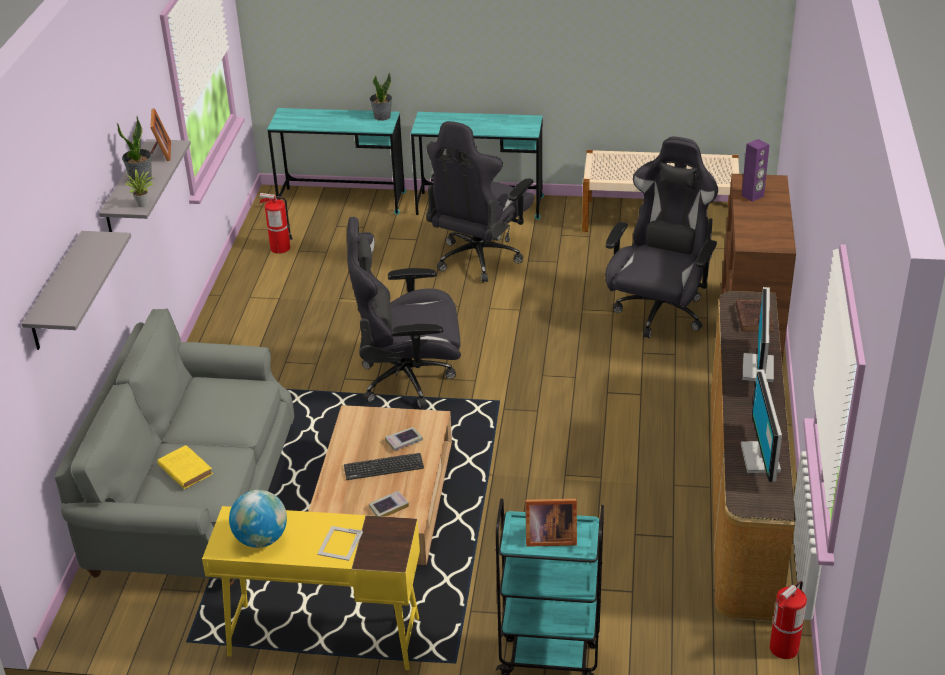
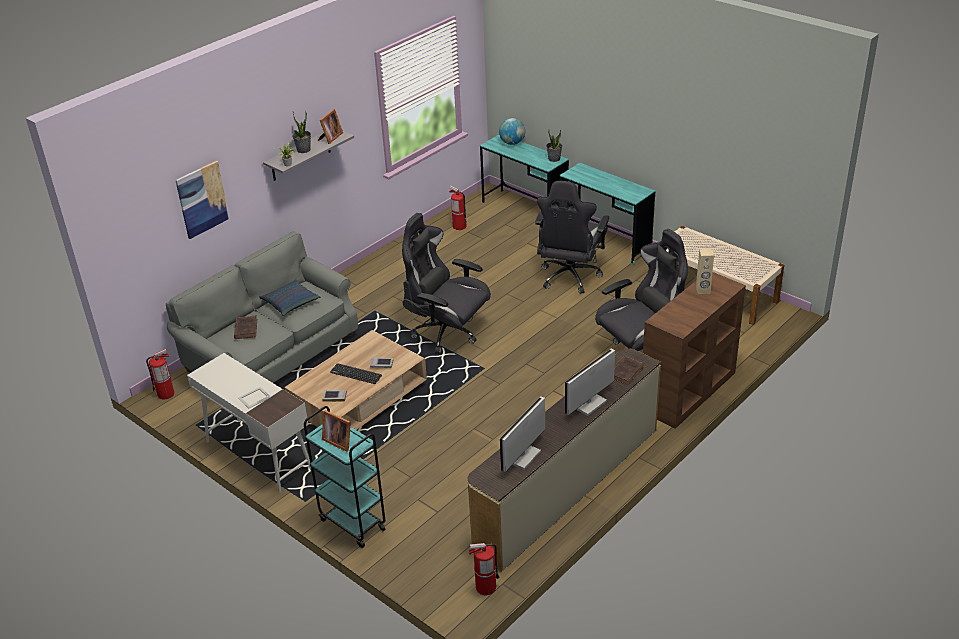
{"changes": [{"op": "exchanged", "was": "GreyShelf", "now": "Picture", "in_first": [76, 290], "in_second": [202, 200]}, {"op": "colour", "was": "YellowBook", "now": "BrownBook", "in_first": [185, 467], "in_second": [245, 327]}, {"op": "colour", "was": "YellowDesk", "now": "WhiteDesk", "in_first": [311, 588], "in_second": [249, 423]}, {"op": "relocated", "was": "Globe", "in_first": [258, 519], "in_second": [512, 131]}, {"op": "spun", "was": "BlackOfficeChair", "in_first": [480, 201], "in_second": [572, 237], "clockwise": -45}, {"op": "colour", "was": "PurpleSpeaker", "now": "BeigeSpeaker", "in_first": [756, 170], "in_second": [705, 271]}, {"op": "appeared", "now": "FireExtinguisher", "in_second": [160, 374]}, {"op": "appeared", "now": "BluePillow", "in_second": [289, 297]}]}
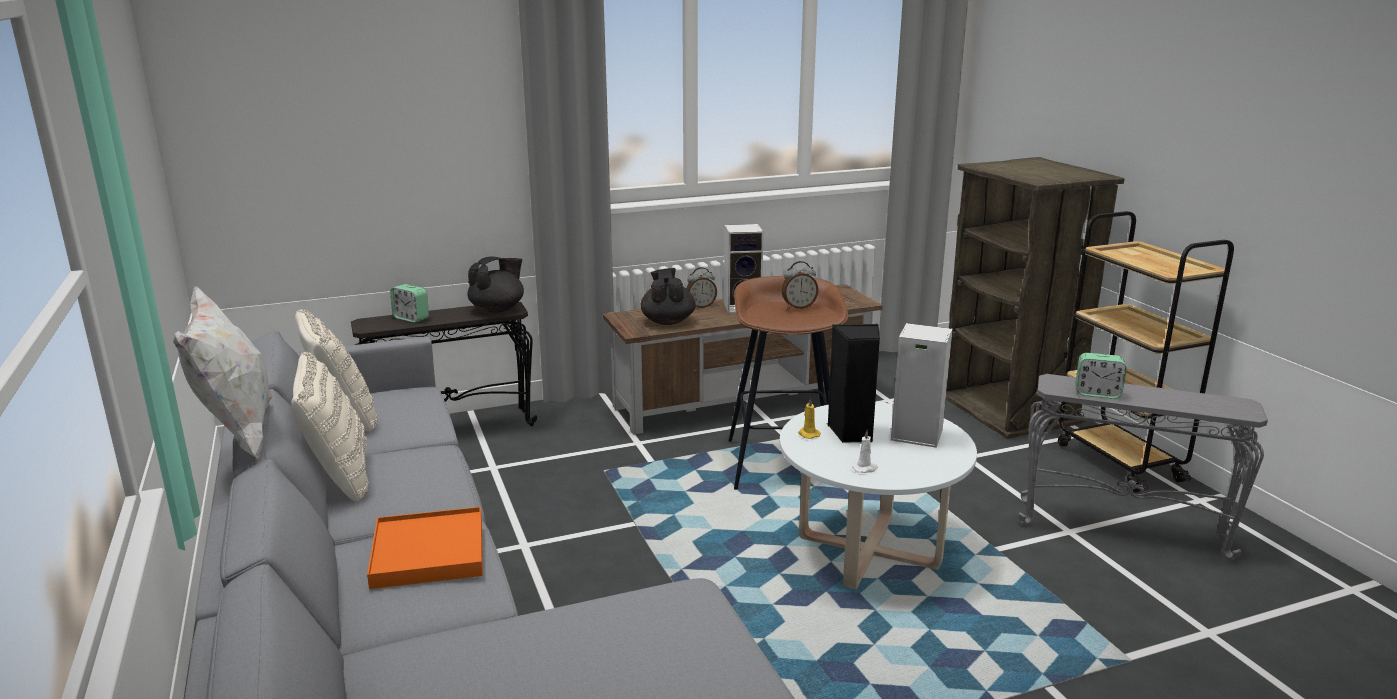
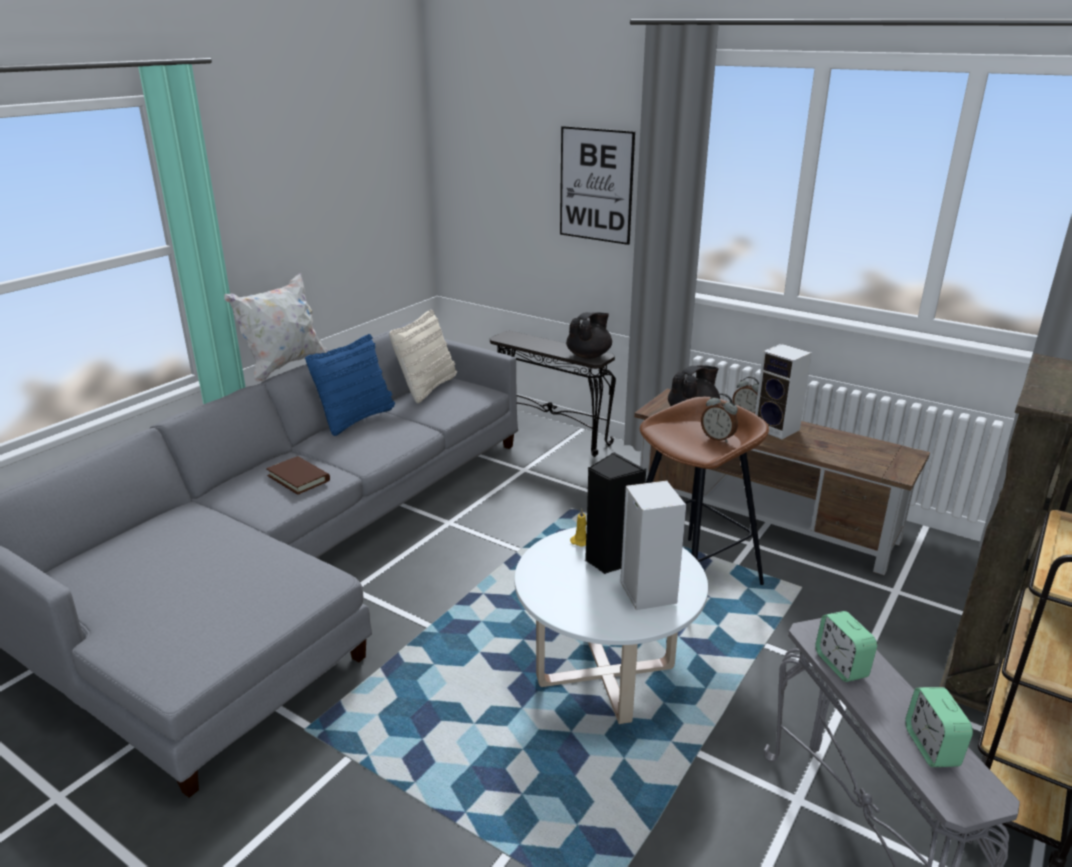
{"changes": [{"op": "colour", "was": "BeigePillow", "now": "BluePillow", "in_first": [330, 427], "in_second": [350, 385]}, {"op": "exchanged", "was": "OrangeTray", "now": "BrownBook", "in_first": [425, 548], "in_second": [298, 475]}, {"op": "relocated", "was": "AlarmClock", "in_first": [409, 303], "in_second": [939, 727]}, {"op": "spun", "was": "BlackTeapot", "in_first": [496, 285], "in_second": [589, 335], "clockwise": -60}, {"op": "missing", "was": "WhiteCandle", "in_first": [865, 451]}, {"op": "appeared", "now": "Picture", "in_second": [597, 185]}]}
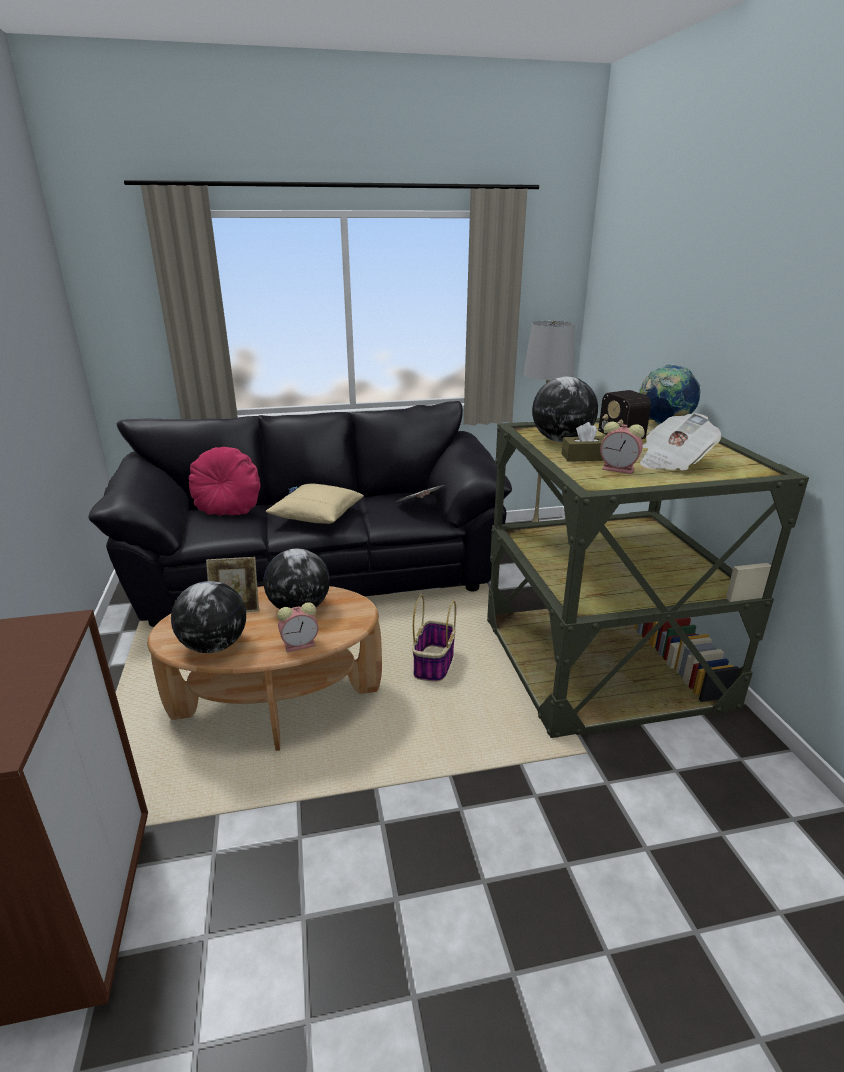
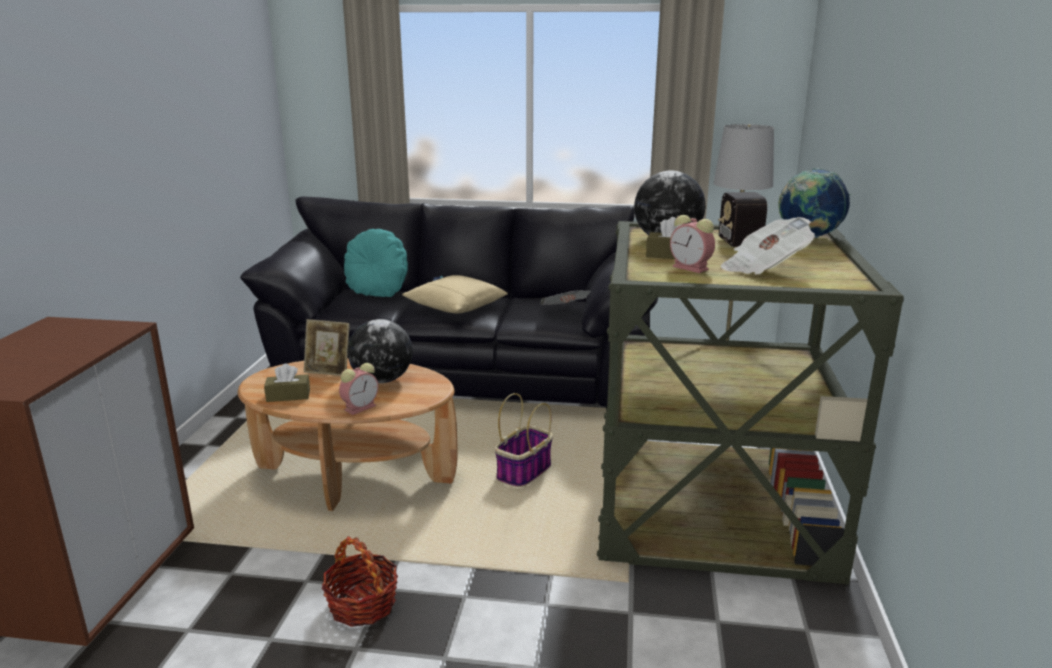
{"changes": [{"op": "exchanged", "was": "Globe", "now": "BrownTissueBox", "in_first": [208, 617], "in_second": [287, 383]}, {"op": "colour", "was": "PinkPillow", "now": "TurquoisePillow", "in_first": [224, 481], "in_second": [376, 263]}, {"op": "spun", "was": "AlarmClock", "in_first": [298, 627], "in_second": [358, 389], "clockwise": -45}, {"op": "appeared", "now": "Basket", "in_second": [360, 581]}]}
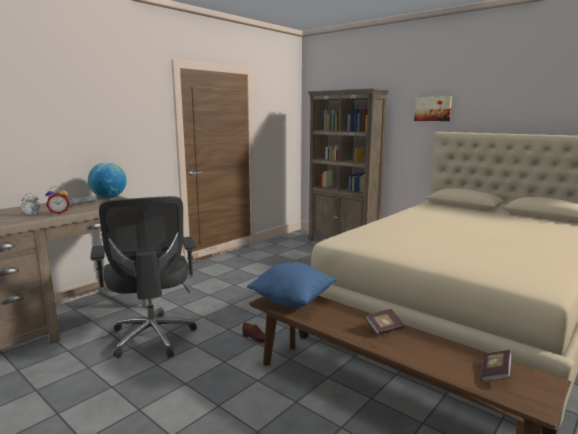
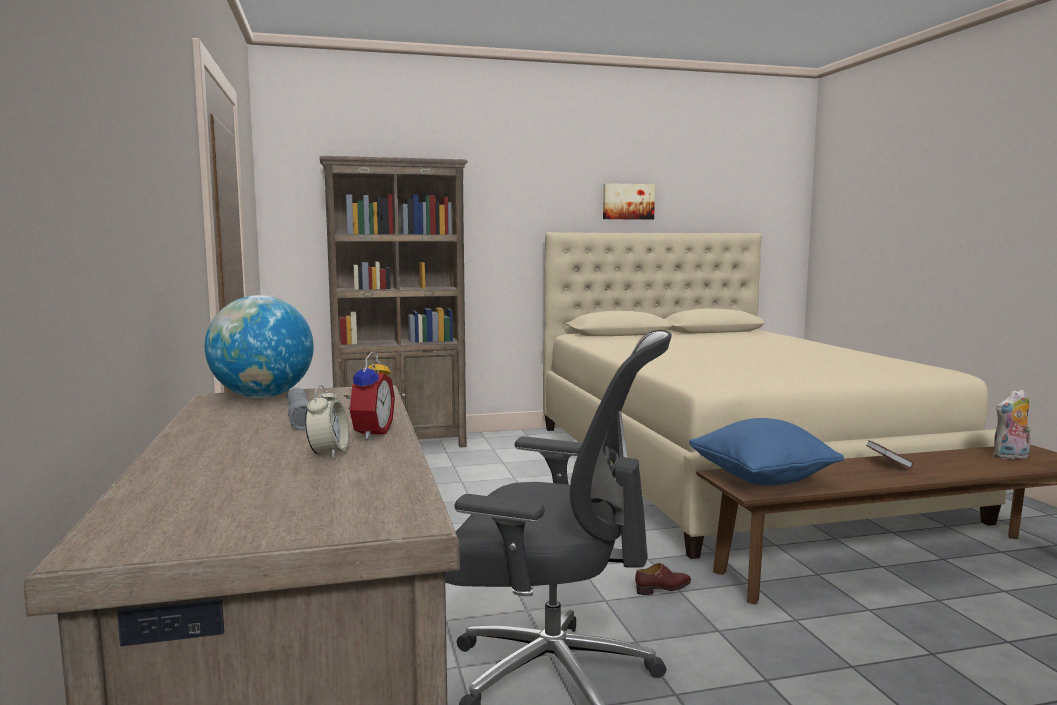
{"changes": [{"op": "relocated", "was": "Picture", "in_first": [433, 108], "in_second": [629, 201]}, {"op": "exchanged", "was": "Book", "now": "PlushToy", "in_first": [496, 366], "in_second": [1012, 424]}]}
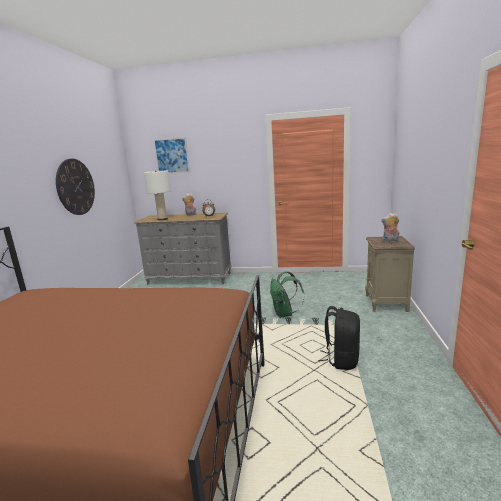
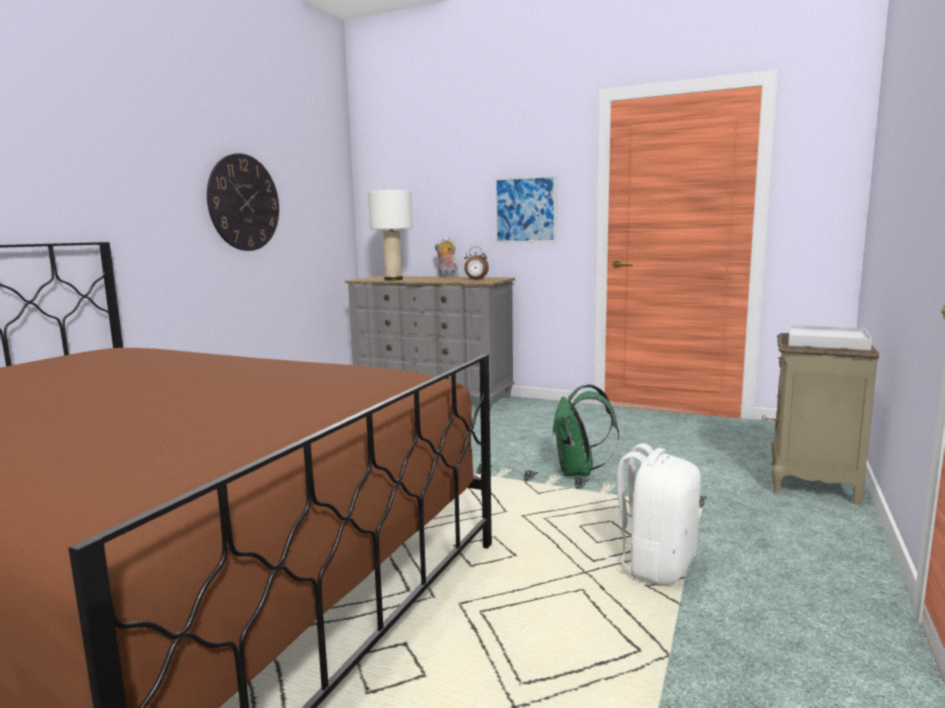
{"changes": [{"op": "relocated", "was": "Picture", "in_first": [172, 155], "in_second": [526, 209]}, {"op": "colour", "was": "BlackBackpack", "now": "WhiteBackpack", "in_first": [339, 338], "in_second": [651, 514]}, {"op": "exchanged", "was": "PlushToy", "now": "WhiteTray", "in_first": [390, 228], "in_second": [830, 337]}]}
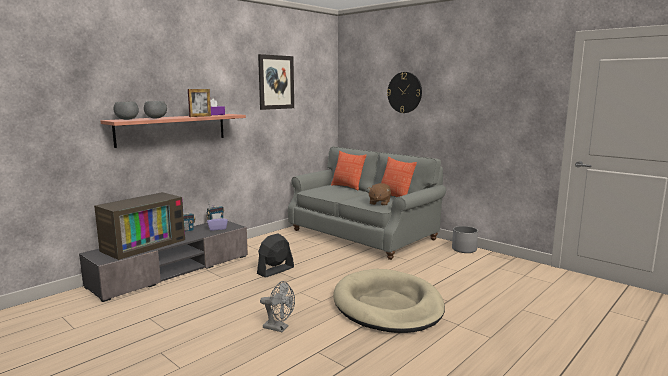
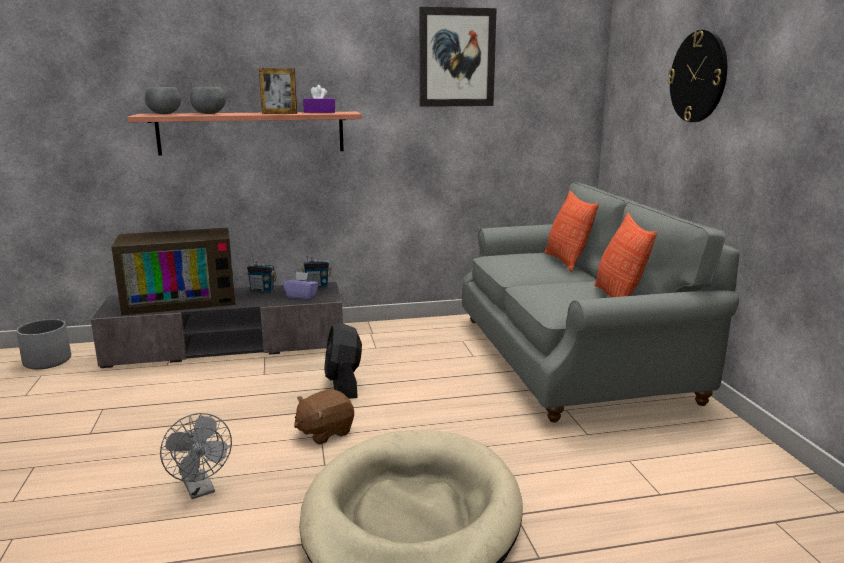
{"changes": [{"op": "spun", "was": "BlackFan", "in_first": [275, 256], "in_second": [343, 360], "clockwise": -90}, {"op": "relocated", "was": "BrownPlushToy", "in_first": [379, 194], "in_second": [324, 416]}, {"op": "relocated", "was": "GreyPlanter", "in_first": [465, 239], "in_second": [43, 344]}]}
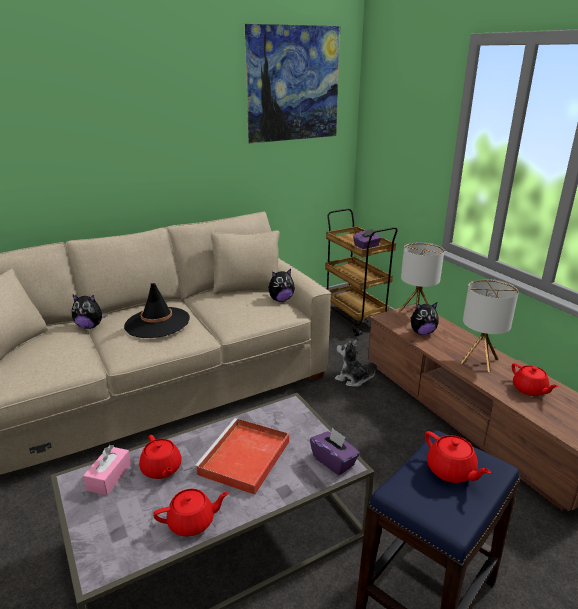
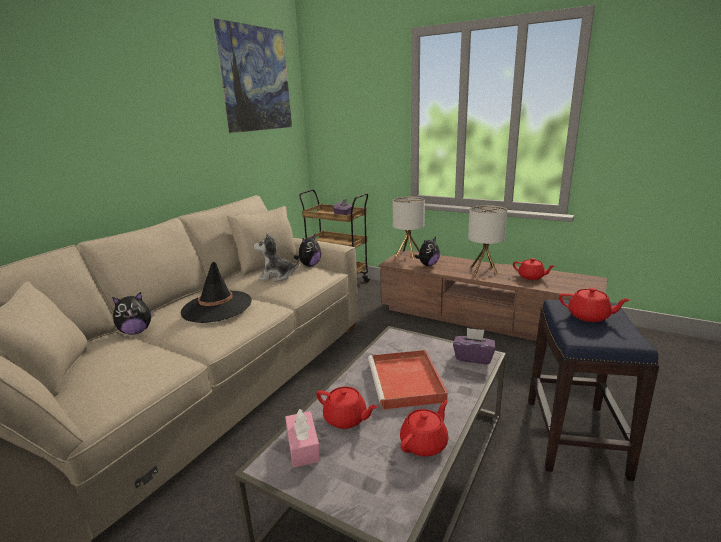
{"changes": [{"op": "relocated", "was": "PlushToy", "in_first": [355, 363], "in_second": [277, 257]}]}
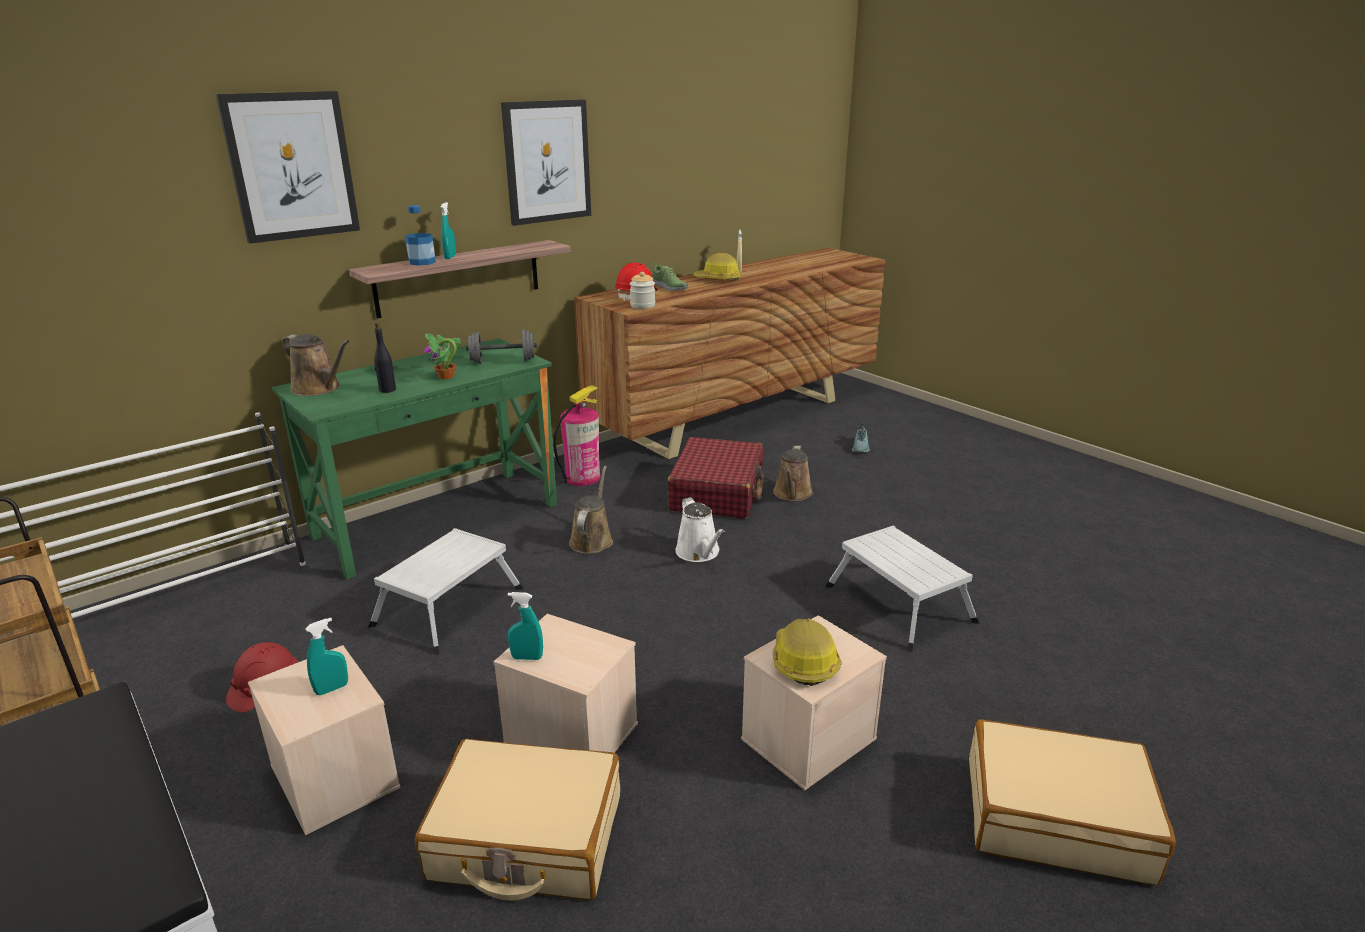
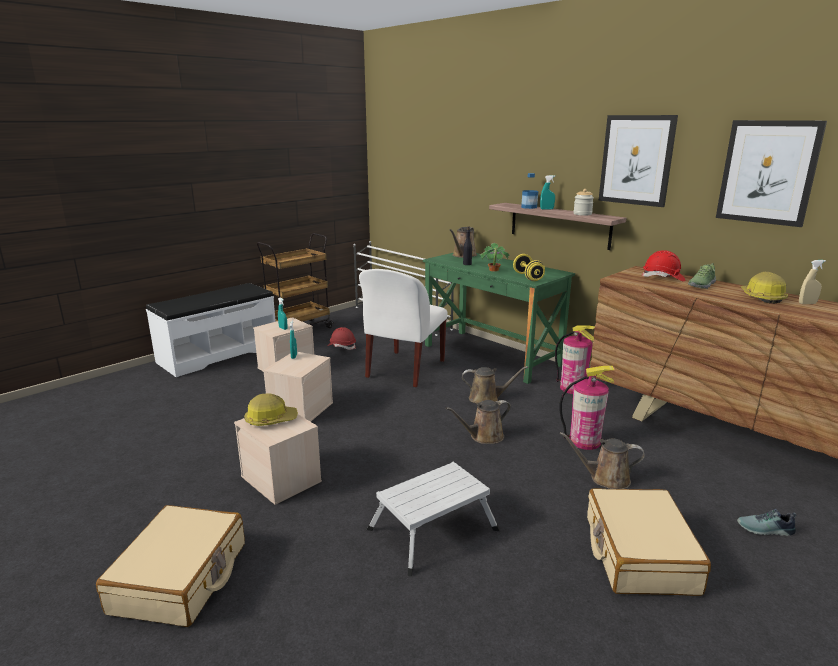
{"changes": [{"op": "relocated", "was": "Picture", "in_first": [287, 167], "in_second": [771, 173]}, {"op": "exchanged", "was": "WhiteStepLadder", "now": "WhiteChair", "in_first": [446, 591], "in_second": [403, 328]}, {"op": "relocated", "was": "BeigeSuitcase", "in_first": [517, 820], "in_second": [649, 542]}, {"op": "colour", "was": "GreyDumbbell", "now": "YellowDumbbell", "in_first": [501, 346], "in_second": [529, 267]}, {"op": "relocated", "was": "Jar", "in_first": [642, 290], "in_second": [583, 202]}, {"op": "exchanged", "was": "RedSuitcase", "now": "FireExtinguisher", "in_first": [715, 478], "in_second": [587, 408]}, {"op": "colour", "was": "WhiteWateringCan", "now": "BrownWateringCan", "in_first": [699, 529], "in_second": [478, 422]}]}
